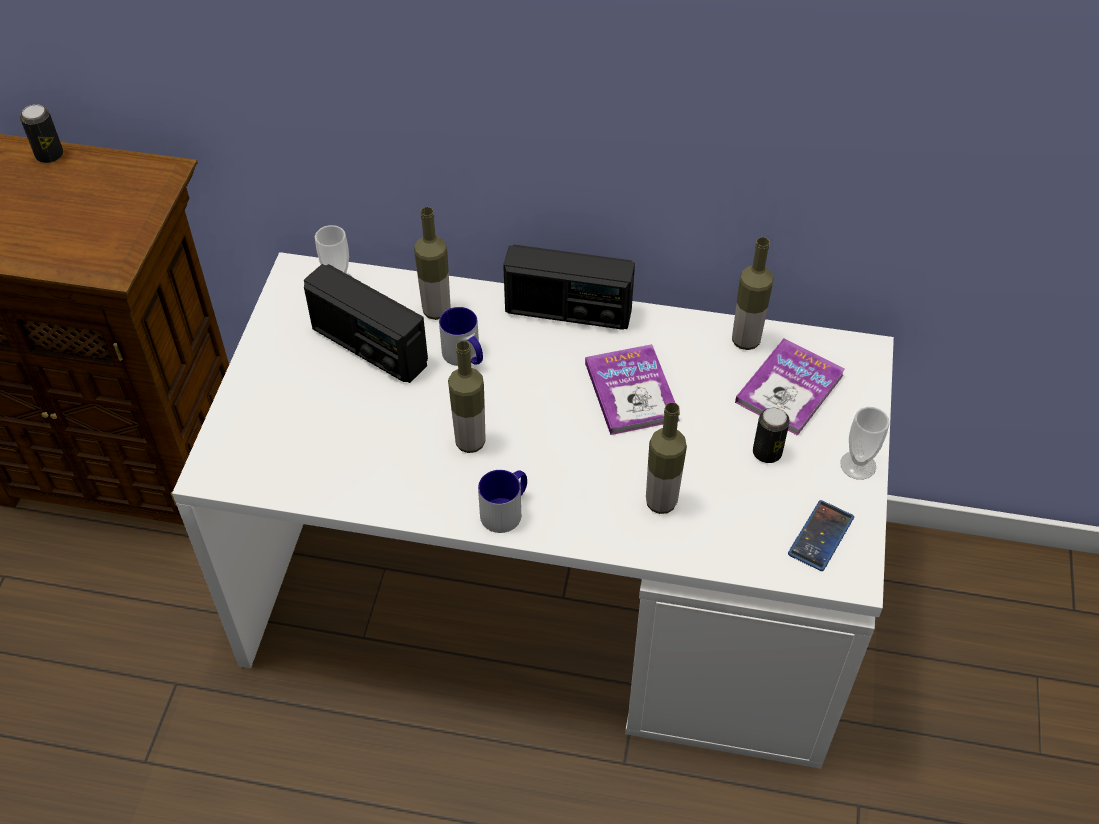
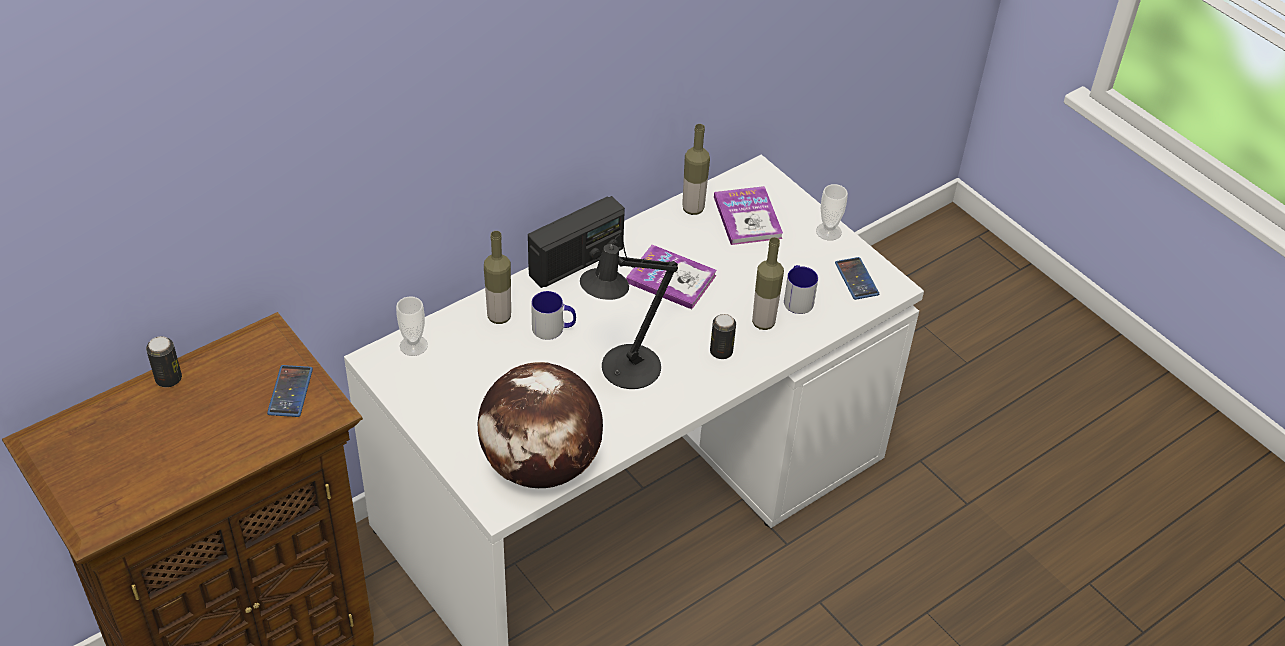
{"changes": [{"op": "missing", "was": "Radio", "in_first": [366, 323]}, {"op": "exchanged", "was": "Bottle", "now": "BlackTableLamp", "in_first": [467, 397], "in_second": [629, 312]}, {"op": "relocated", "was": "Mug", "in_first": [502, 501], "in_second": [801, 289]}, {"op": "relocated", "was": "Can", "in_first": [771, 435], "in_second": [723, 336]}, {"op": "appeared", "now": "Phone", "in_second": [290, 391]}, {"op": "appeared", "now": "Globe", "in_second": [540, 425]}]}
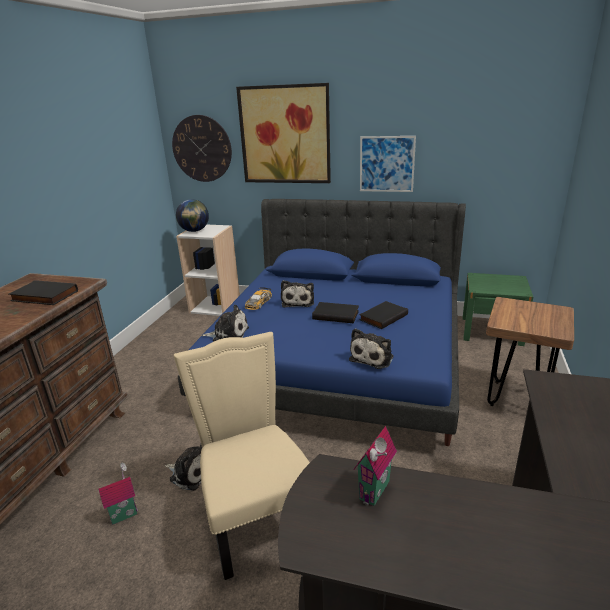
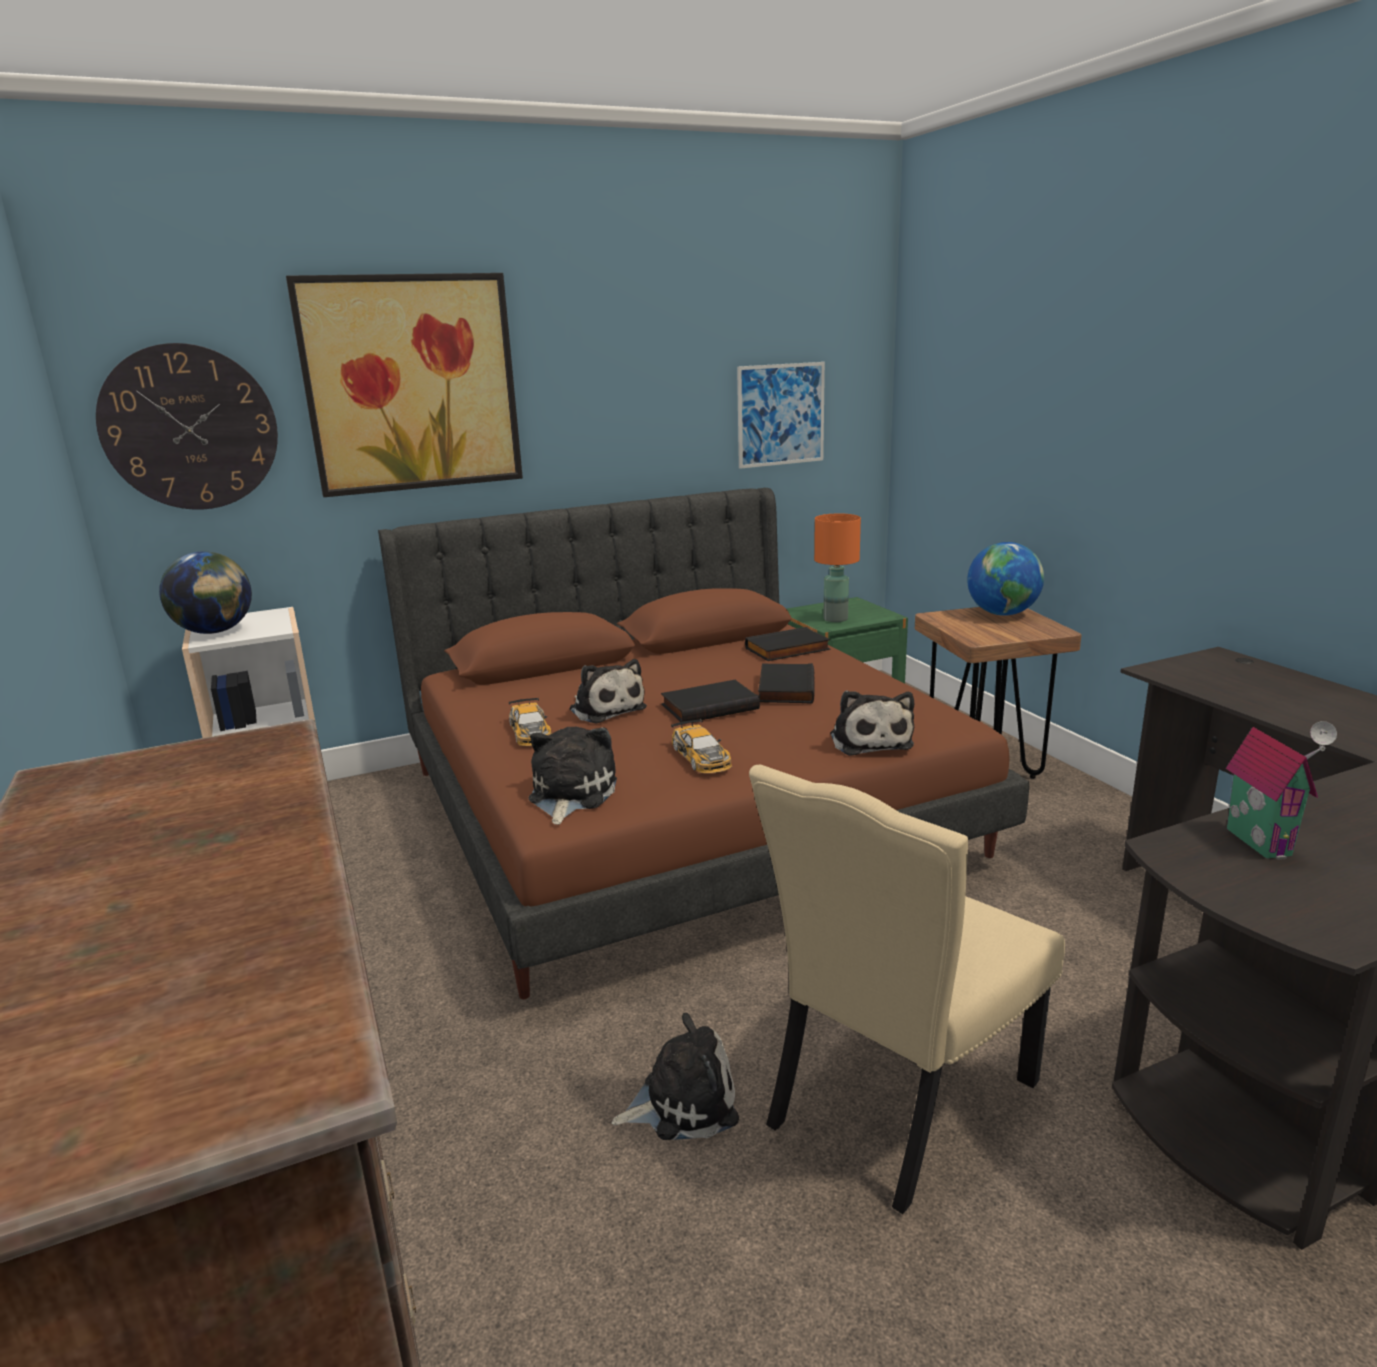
{"changes": [{"op": "relocated", "was": "BlackBook", "in_first": [43, 292], "in_second": [787, 644]}, {"op": "missing", "was": "ToyHouse", "in_first": [118, 494]}, {"op": "spun", "was": "BeigeChair", "in_first": [242, 456], "in_second": [907, 989], "clockwise": -75}, {"op": "colour", "was": "BlueBed", "now": "BrownBed", "in_first": [322, 322], "in_second": [703, 743]}, {"op": "spun", "was": "PlushToy", "in_first": [225, 323], "in_second": [573, 775], "clockwise": -45}, {"op": "relocated", "was": "Picture", "in_first": [388, 164], "in_second": [781, 415]}, {"op": "appeared", "now": "ToyCar", "in_second": [701, 746]}, {"op": "appeared", "now": "OrangeTableLamp", "in_second": [837, 567]}, {"op": "appeared", "now": "Globe", "in_second": [1005, 579]}]}
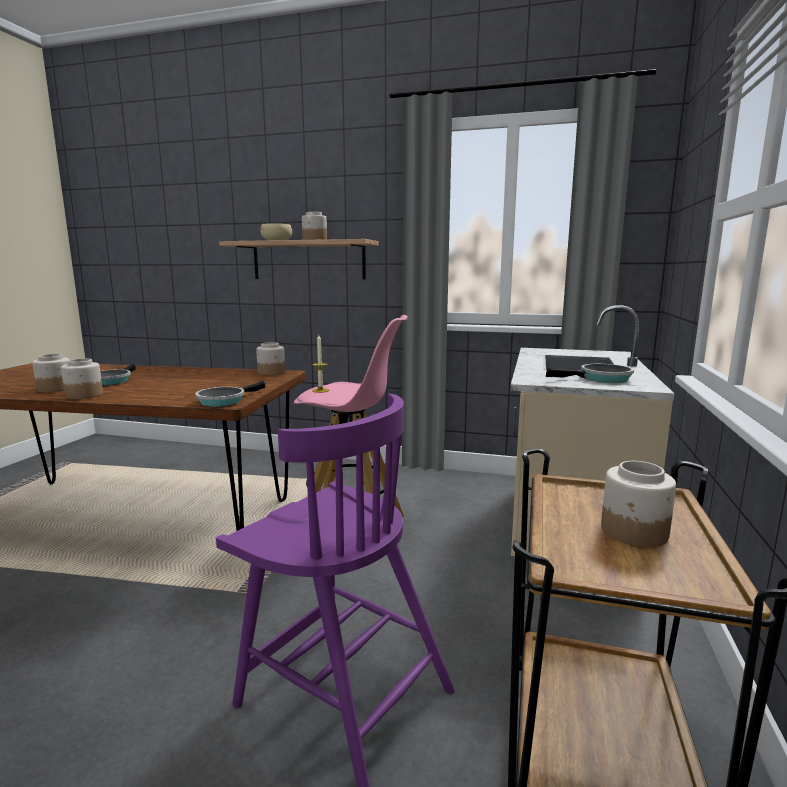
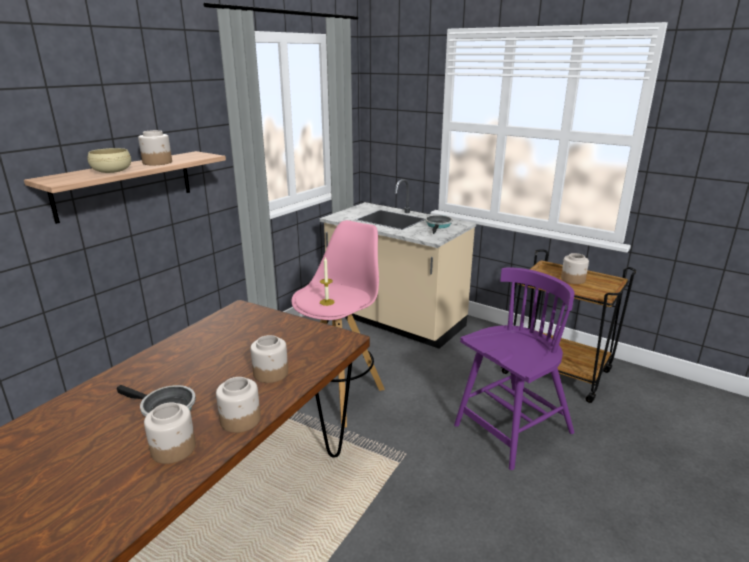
{"changes": [{"op": "missing", "was": "FryingPan", "in_first": [230, 394]}, {"op": "relocated", "was": "Jar", "in_first": [270, 358], "in_second": [269, 359]}]}
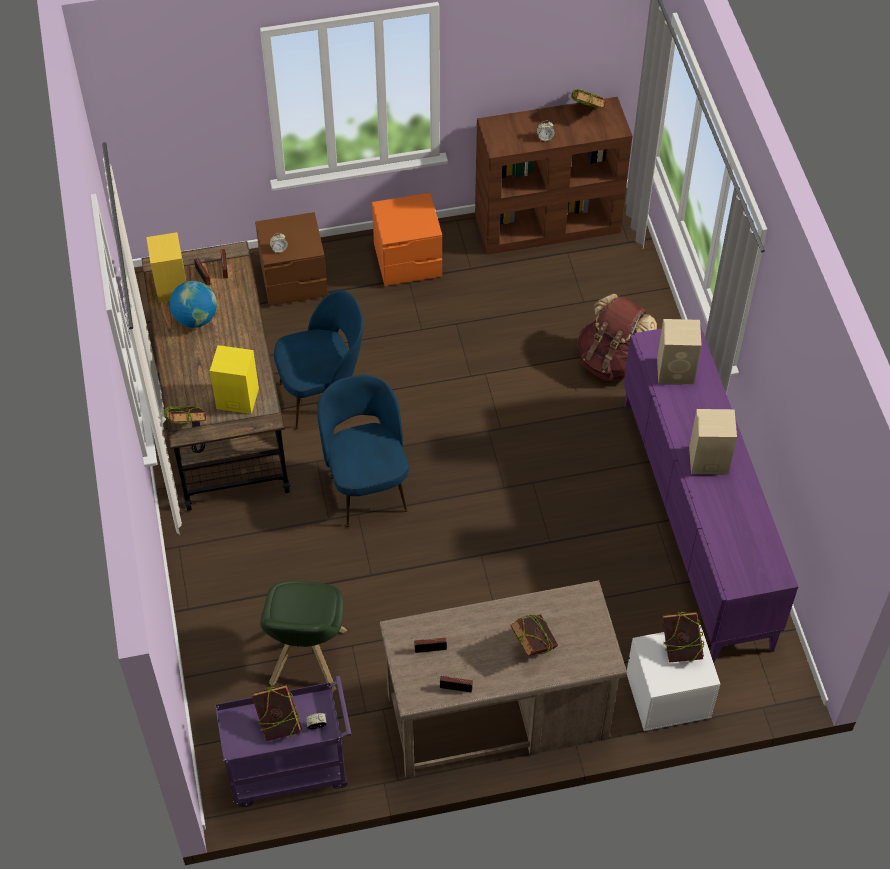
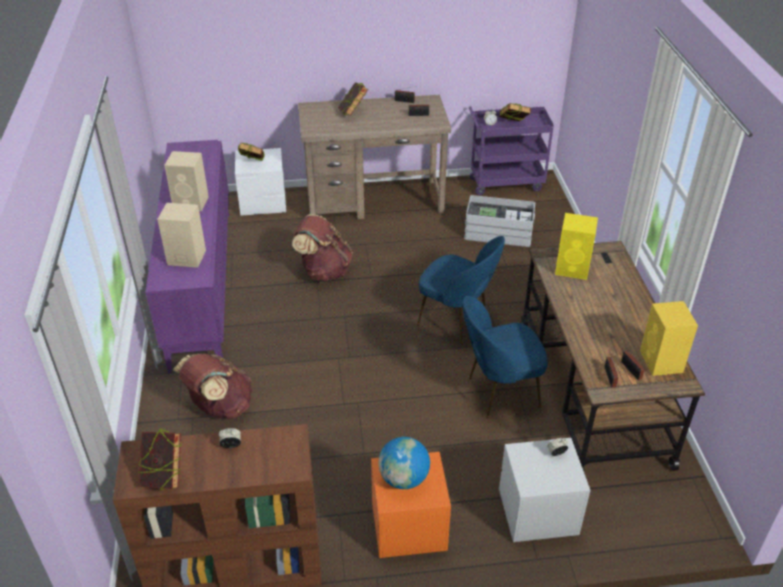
{"changes": [{"op": "missing", "was": "Book", "in_first": [185, 415]}, {"op": "relocated", "was": "Globe", "in_first": [193, 304], "in_second": [404, 463]}, {"op": "colour", "was": "BrownNightstand", "now": "WhiteNightstand", "in_first": [291, 259], "in_second": [544, 490]}, {"op": "exchanged", "was": "GreenChair", "now": "GreyStorageBox", "in_first": [303, 636], "in_second": [499, 221]}, {"op": "spun", "was": "BlueChair", "in_first": [363, 450], "in_second": [461, 290], "clockwise": -45}, {"op": "appeared", "now": "BrownBackpack", "in_second": [322, 247]}]}
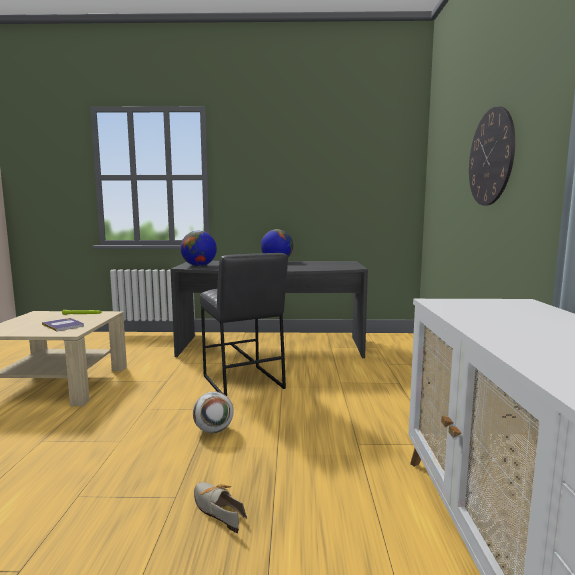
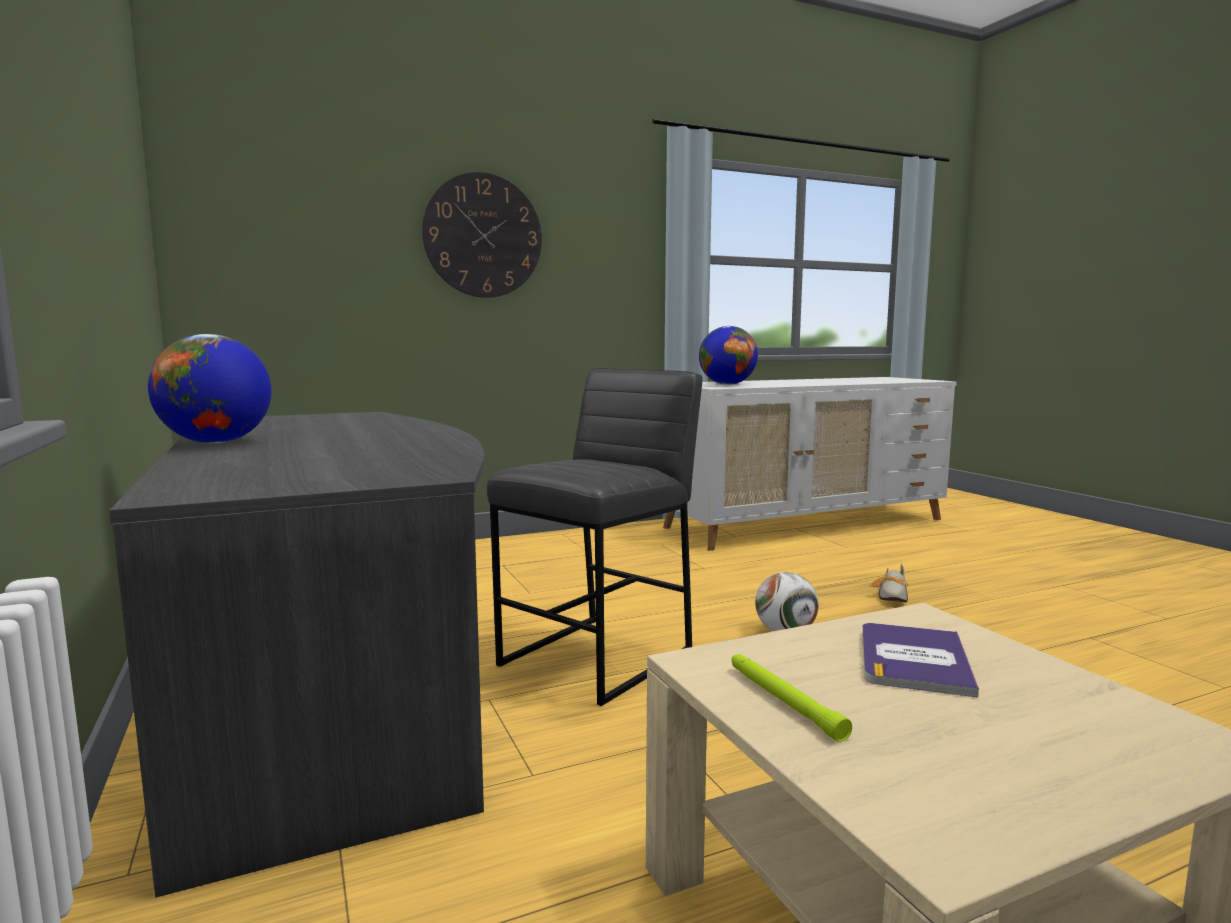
{"changes": [{"op": "relocated", "was": "Globe", "in_first": [198, 248], "in_second": [728, 355]}]}
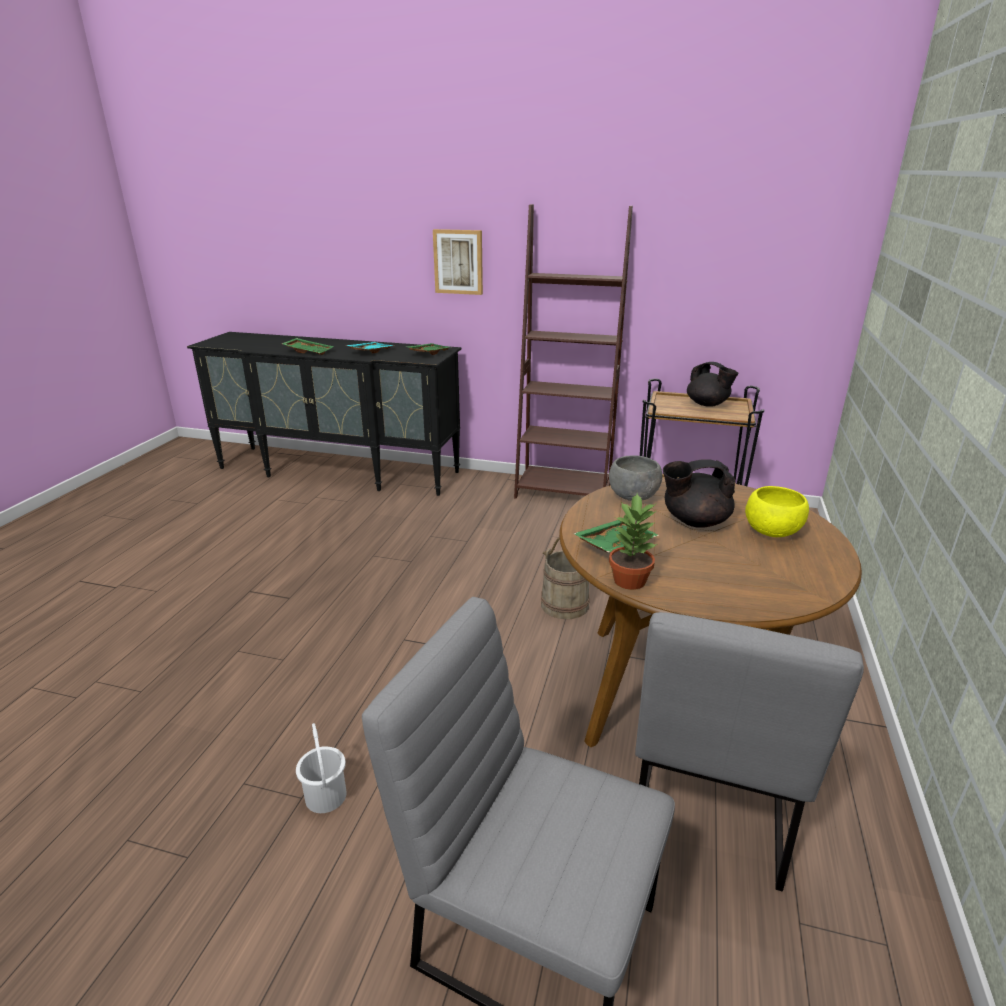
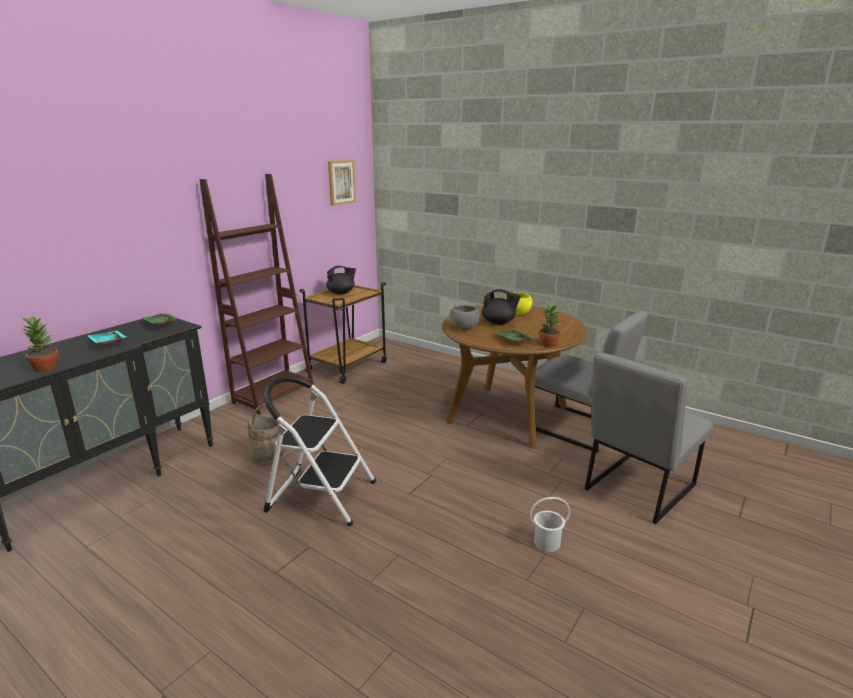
{"changes": [{"op": "exchanged", "was": "GreenTray", "now": "PottedPlant", "in_first": [308, 346], "in_second": [39, 344]}, {"op": "relocated", "was": "Picture", "in_first": [458, 262], "in_second": [342, 183]}, {"op": "relocated", "was": "BeigeBucket", "in_first": [565, 578], "in_second": [266, 435]}, {"op": "spun", "was": "BlackTeapot", "in_first": [699, 493], "in_second": [501, 307], "clockwise": -90}, {"op": "appeared", "now": "StepLadder", "in_second": [320, 451]}]}
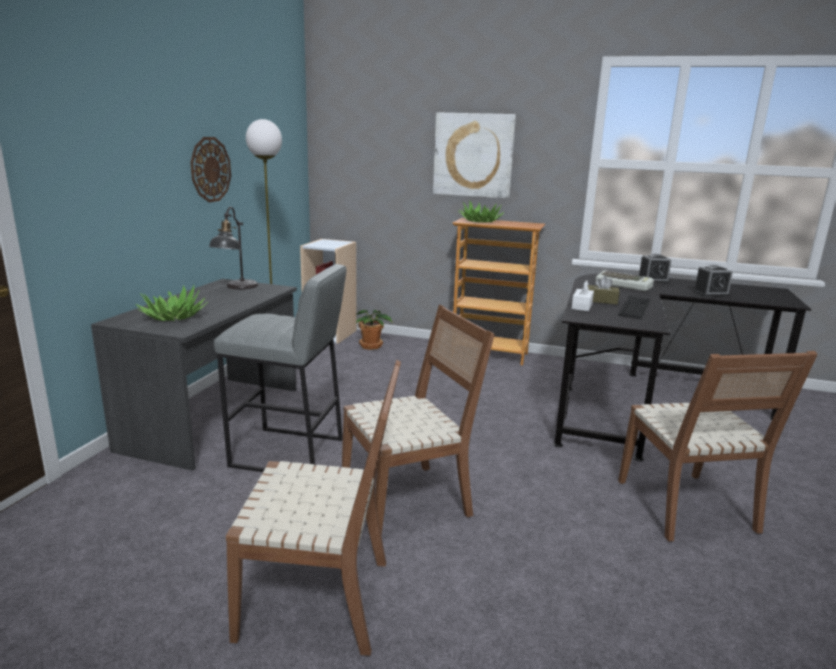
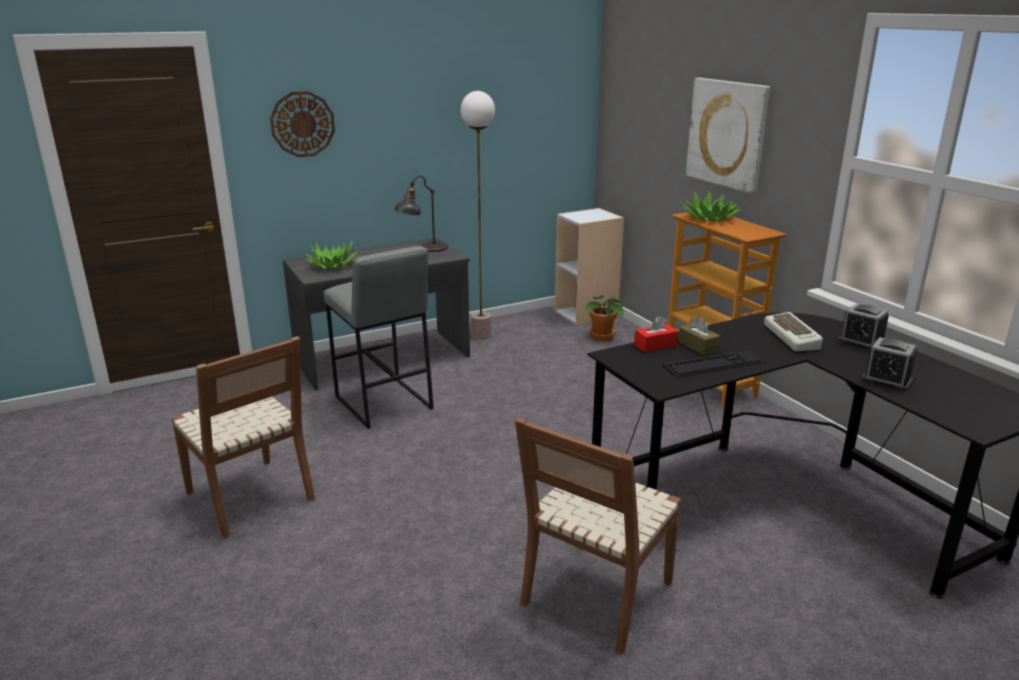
{"changes": [{"op": "relocated", "was": "WallClock", "in_first": [210, 169], "in_second": [302, 124]}, {"op": "missing", "was": "Chair", "in_first": [418, 420]}, {"op": "colour", "was": "WhiteTissueBox", "now": "RedTissueBox", "in_first": [582, 295], "in_second": [656, 334]}]}
